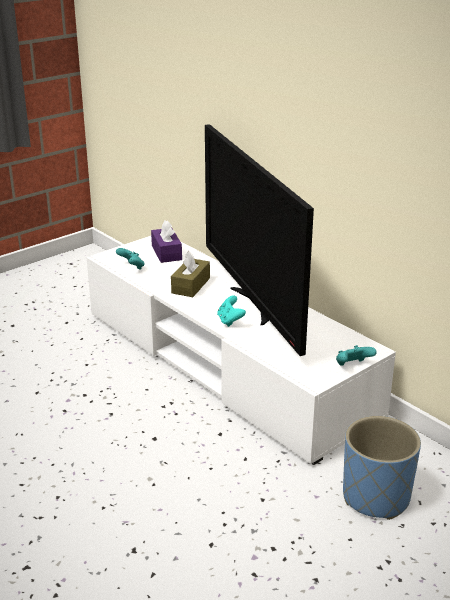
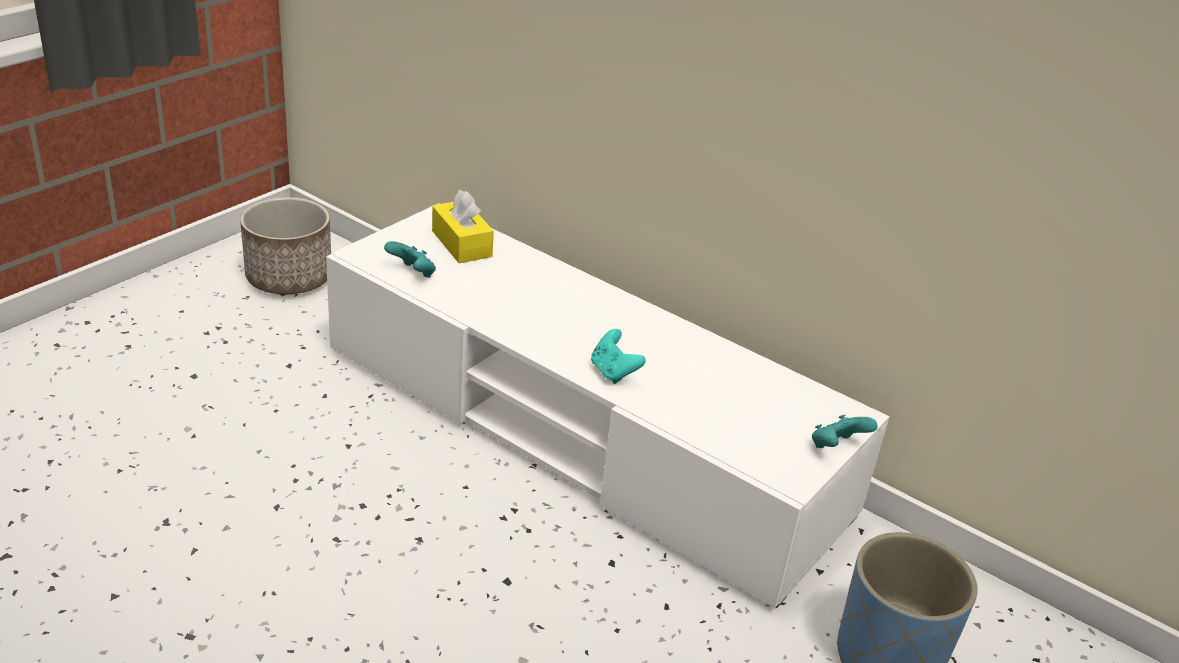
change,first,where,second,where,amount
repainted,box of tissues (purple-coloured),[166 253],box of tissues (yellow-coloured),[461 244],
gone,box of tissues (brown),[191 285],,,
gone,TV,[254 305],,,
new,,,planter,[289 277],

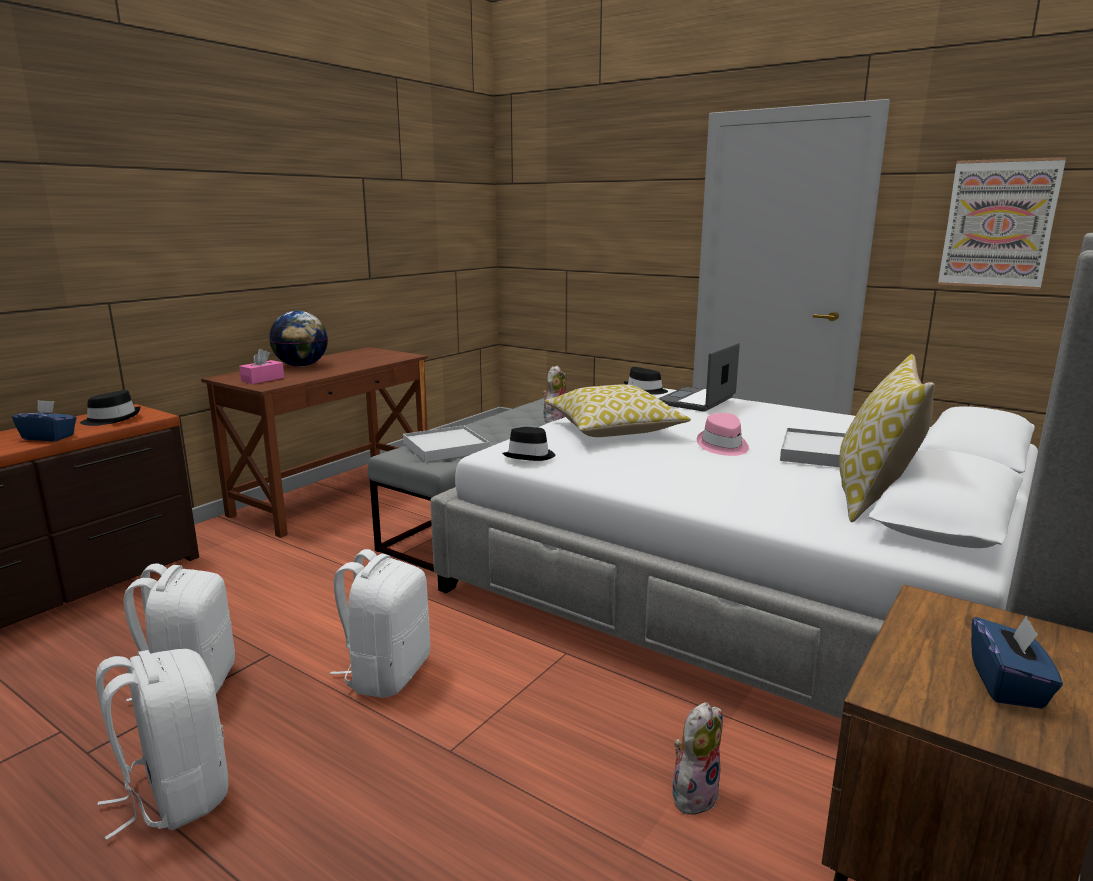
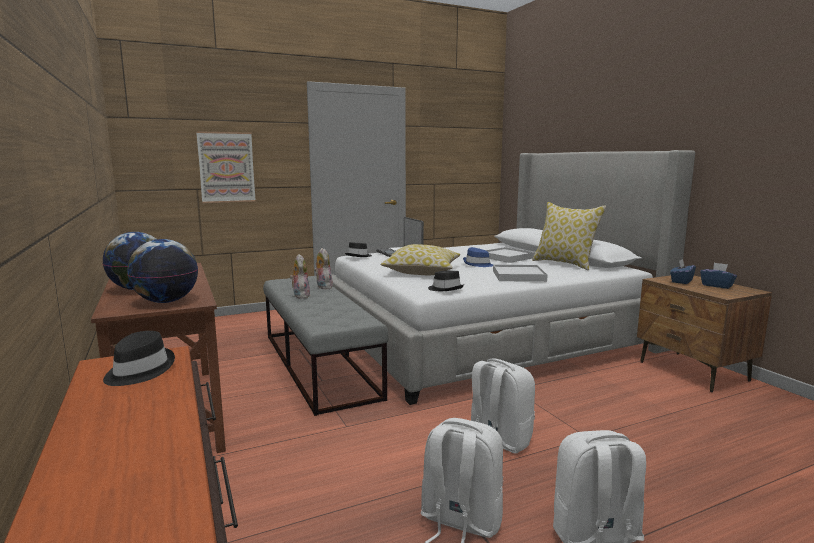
change,first,where,second,where,amount
shifted,box of tissues (blue-coloured),[49 437],,[681 281],
swapped,box of tissues (pink-coloured),[263 379],desk globe,[166 301],
shifted,carrying tray (white-coloured),[445 447],,[519 276],
shifted,cuddly toy,[693 793],,[300 295],
repainted,clothing hat (pink-coloured),[722 446],clothing hat (blue-coloured),[478 264],
shifted,wall picture,[998 224],,[226 167],

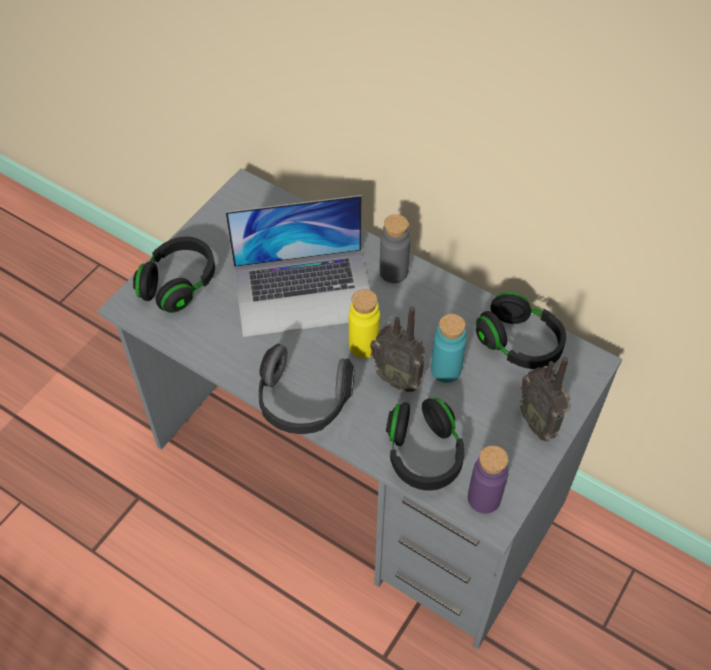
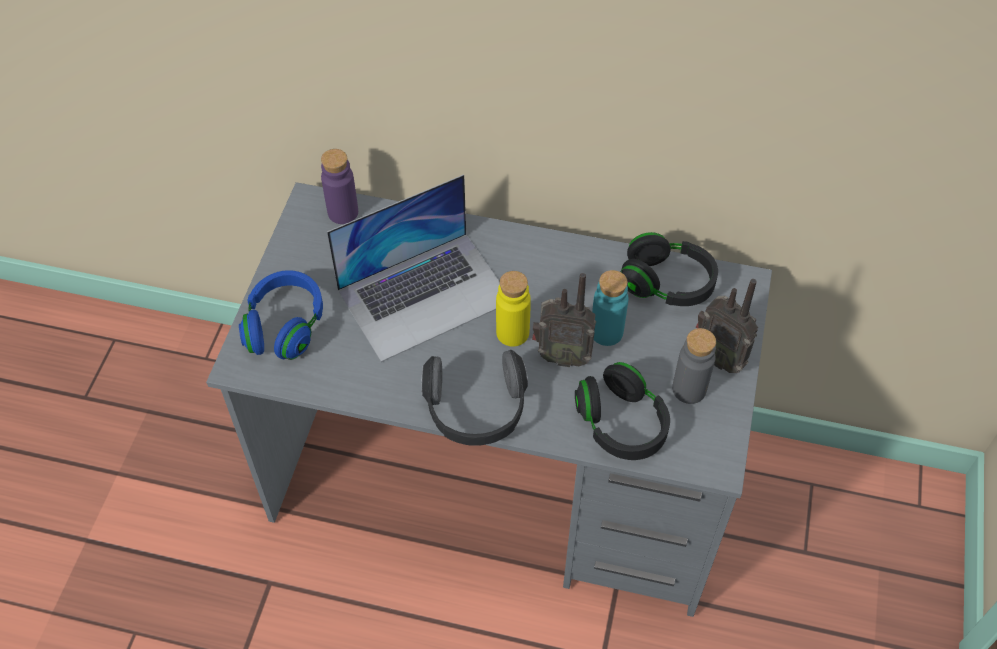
change,first,where,second,where,amount
repainted,headset (blackish),[179 284],headset (blue-coloured),[285 326],
shifted,drink bottle (gray),[393 272],,[689 389],
shifted,drink bottle (purple-coloured),[484 498],,[343 212],

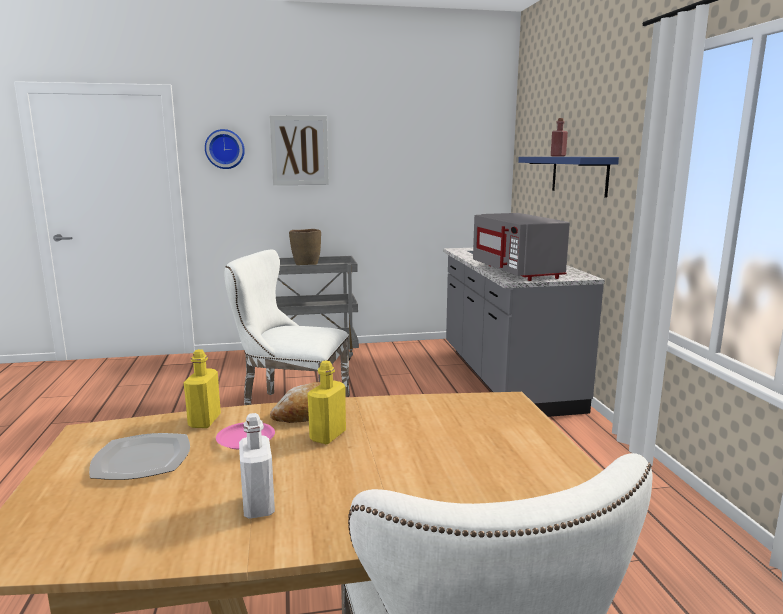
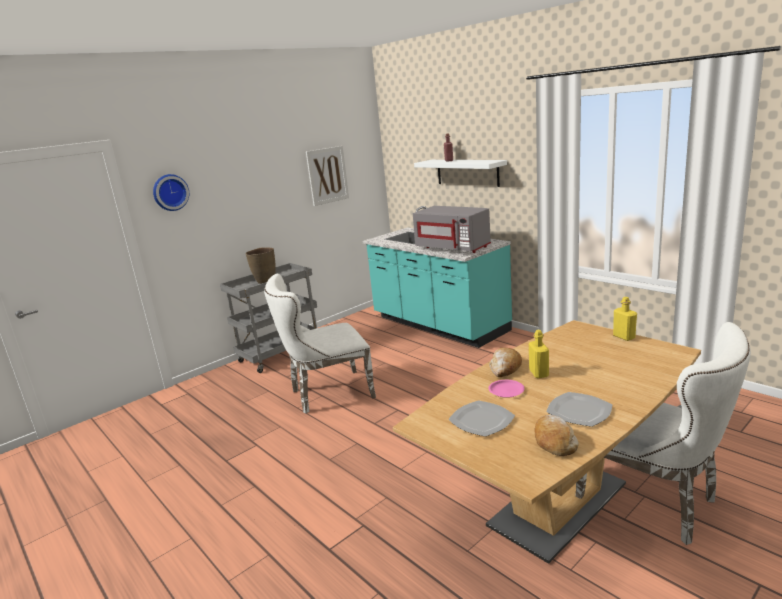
change,first,where,second,where,amount
shifted,drink bottle (yellow-coloured),[204 421],,[624 337],
swapped,drink bottle (white-coloured),[258 506],dinner plate,[579 411],
shifted,wall picture,[299 150],,[327 175],
repainted,kitchen counter (gray),[506 378],kitchen counter (turquoise),[438 325],
repainted,wall shelf (blue-coloured),[579 175],wall shelf (white-coloured),[467 172],
new,,,bread,[554 441],

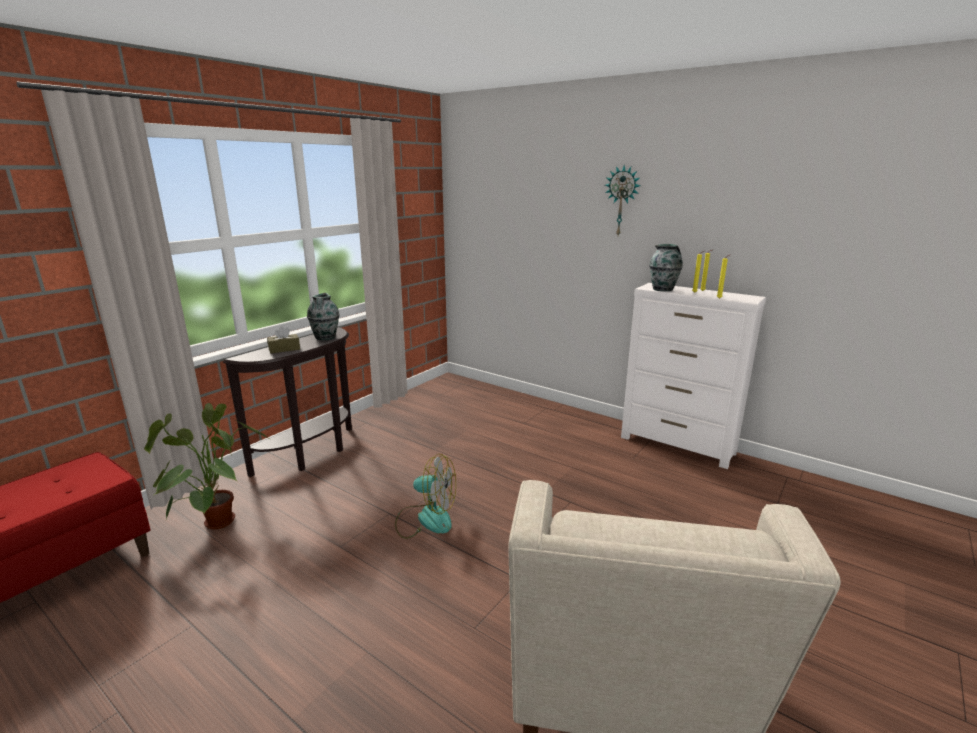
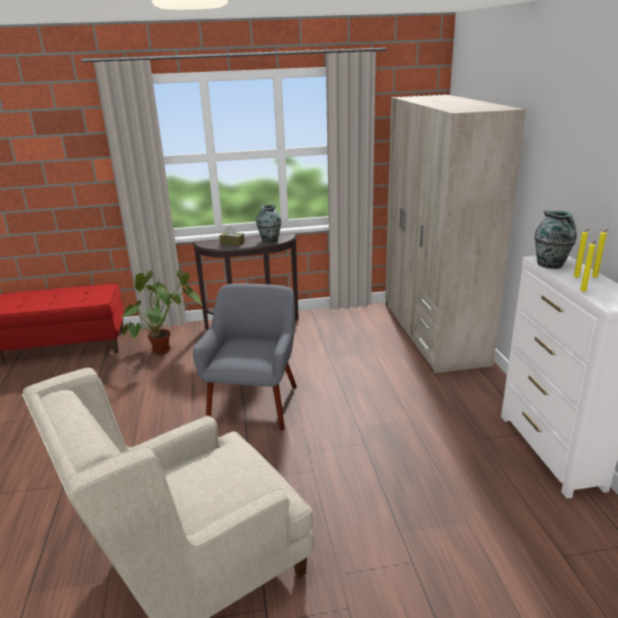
change,first,where,second,where,amount
swapped,cooling fan,[426 519],easy chair (gray),[255 402],
gone,wall clock,[622 201],,,
new,,,armoire (beige-coloured),[433 332],

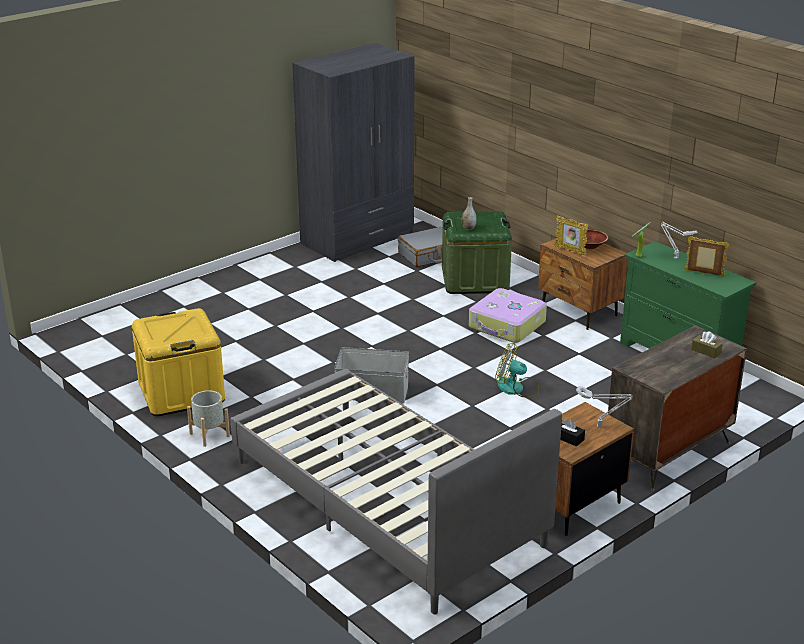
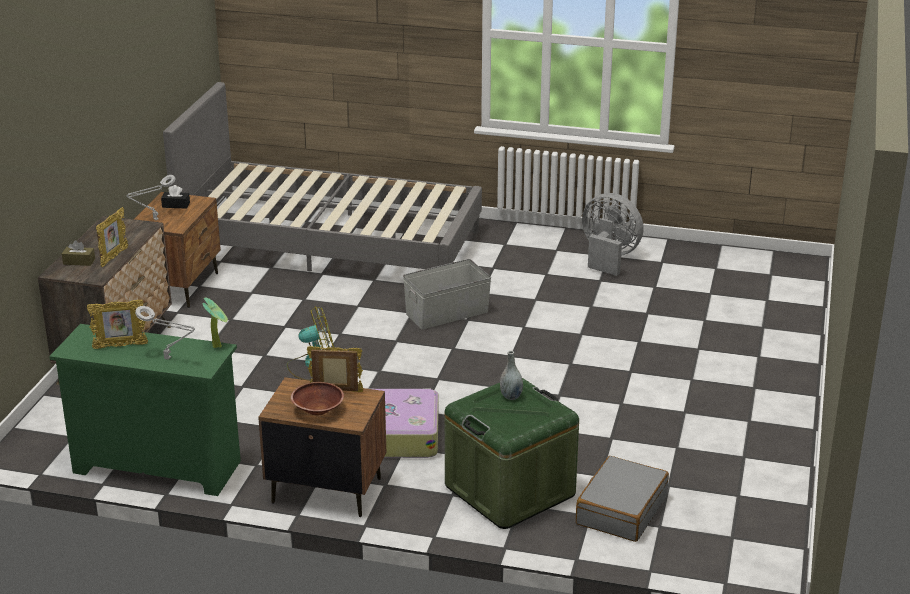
change,first,where,second,where,amount
swapped,storage bin (yellow-coloured),[181 392],cooling fan (gray),[608 257],
gone,planter (gray),[210 434],,,
gone,armoire (gray),[358 238],,,
new,,,standing frame,[114 257],

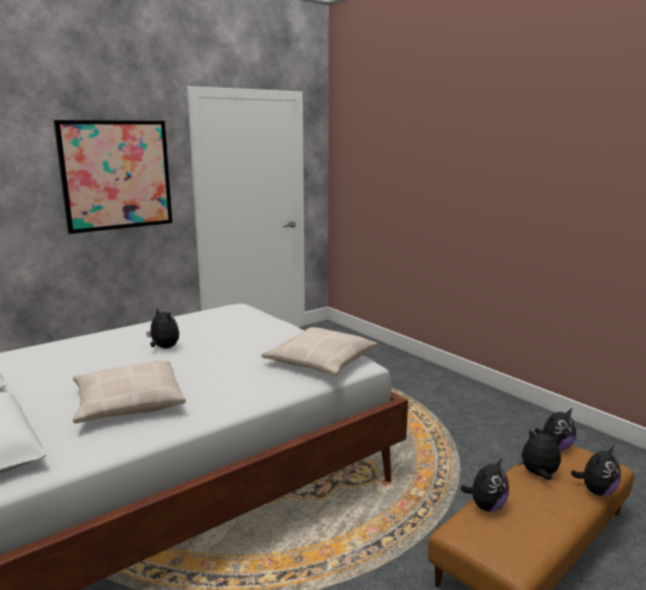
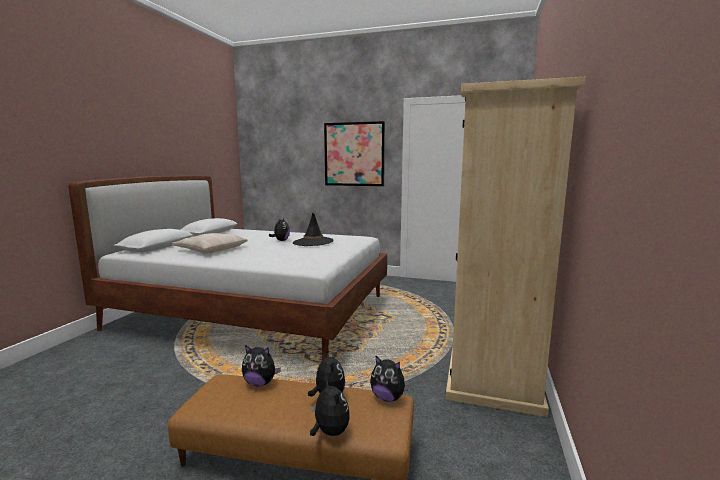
change,first,where,second,where,amount
gone,throw pillow (beige-coloured),[320 362],,,
rotated,cuddly toy,[596 491],,[329 432],135 degrees counterclockwise
new,,,clothing hat (blackish),[313 242],
new,,,armoire (beige-coloured),[491 349],

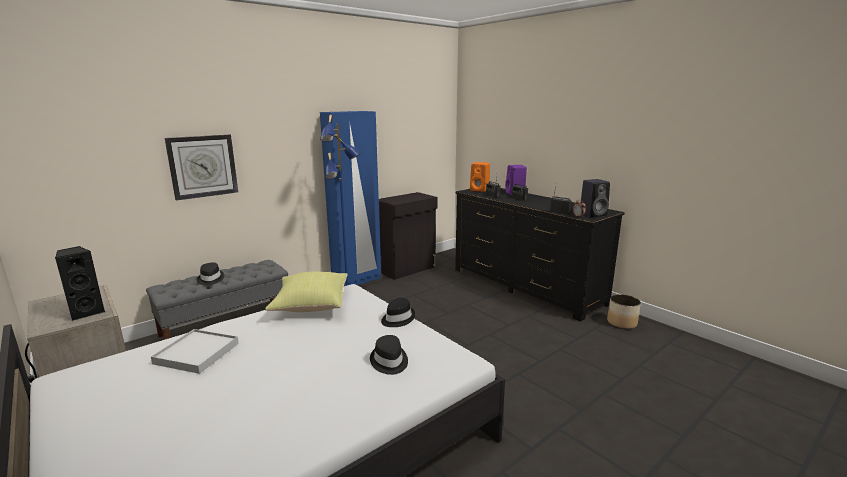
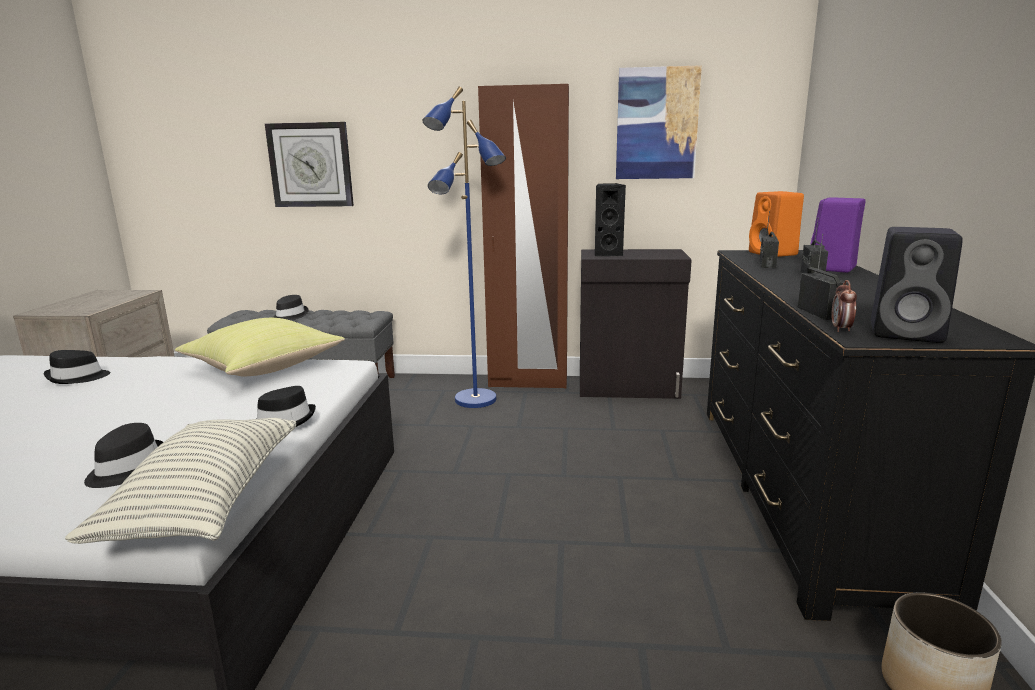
change,first,where,second,where,amount
shifted,speaker (blackish),[87 312],,[607 254],
swapped,carrying tray (white-coloured),[197 353],clothing hat (blackish),[77 377],
repainted,armoire (blue-coloured),[357 281],armoire (brown),[528 382],
new,,,throw pillow,[206 501],
new,,,wall picture,[657 124],

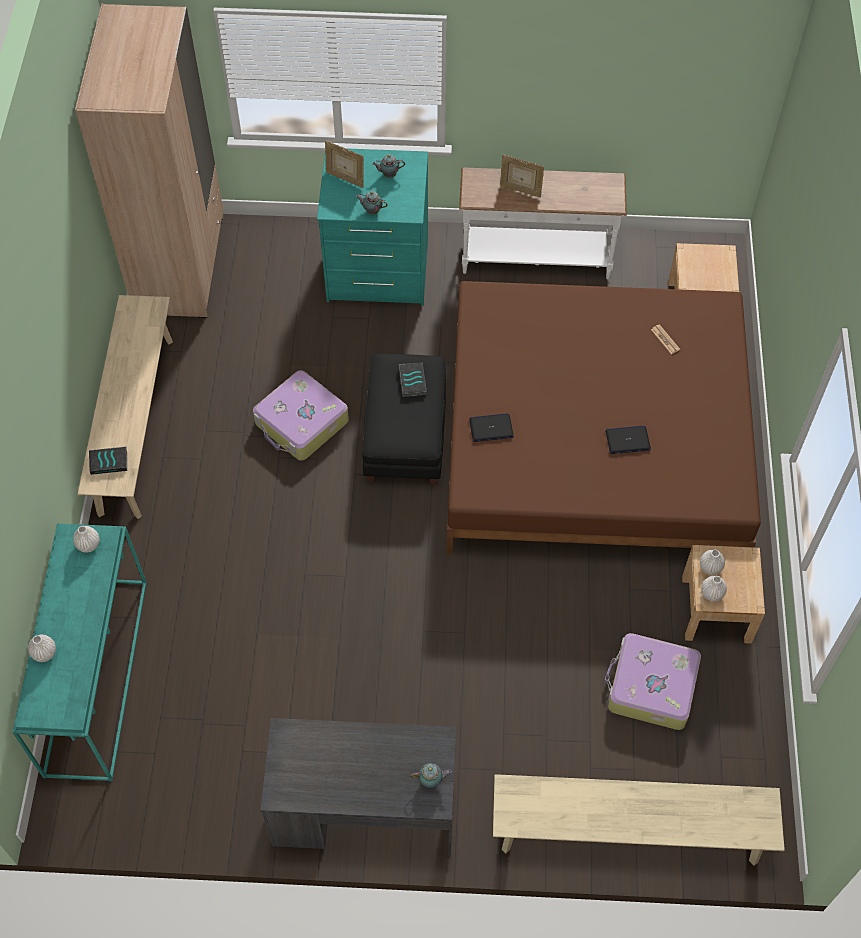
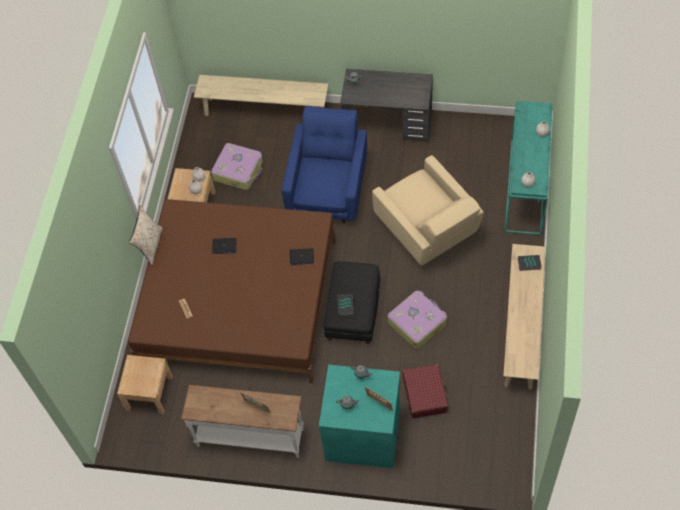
change,first,where,second,where,amount
gone,armoire (beige-coloured),[180 265],,,
new,,,throw pillow (beige-coloured),[150 246],
new,,,easy chair (blue-coloured),[328 189],
new,,,easy chair (beige-coloured),[427 231],
new,,,piece of luggage (red),[425 394],

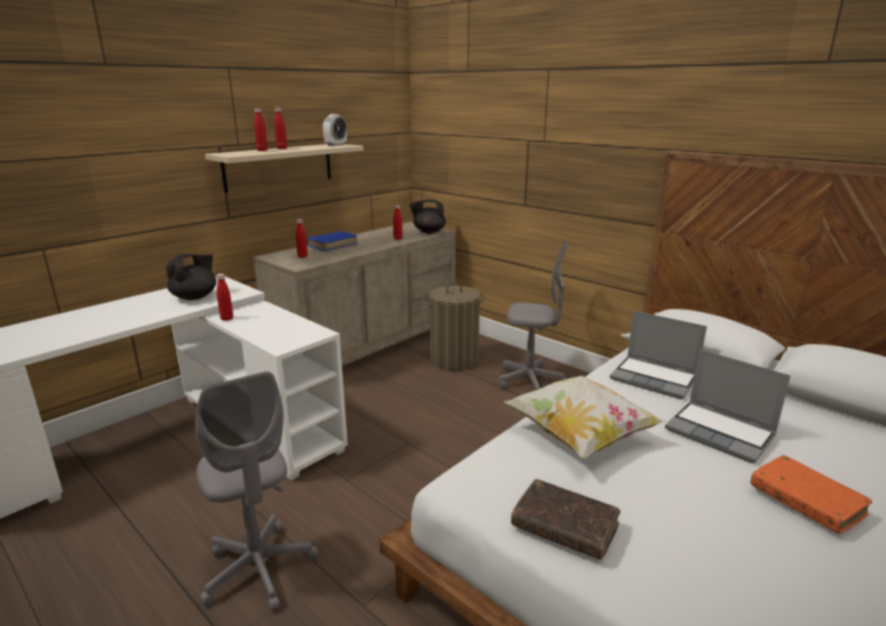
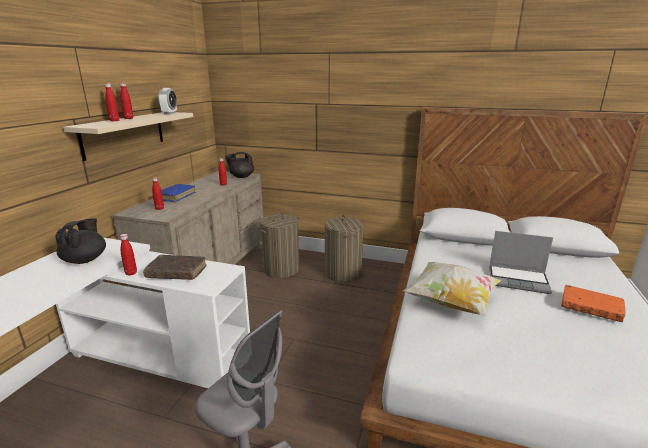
change,first,where,second,where,amount
swapped,desk chair (gray),[530 381],hamper,[343 273],
shifted,book (brown),[564 527],,[176 273],
gone,notebook computer,[655 378],,,

